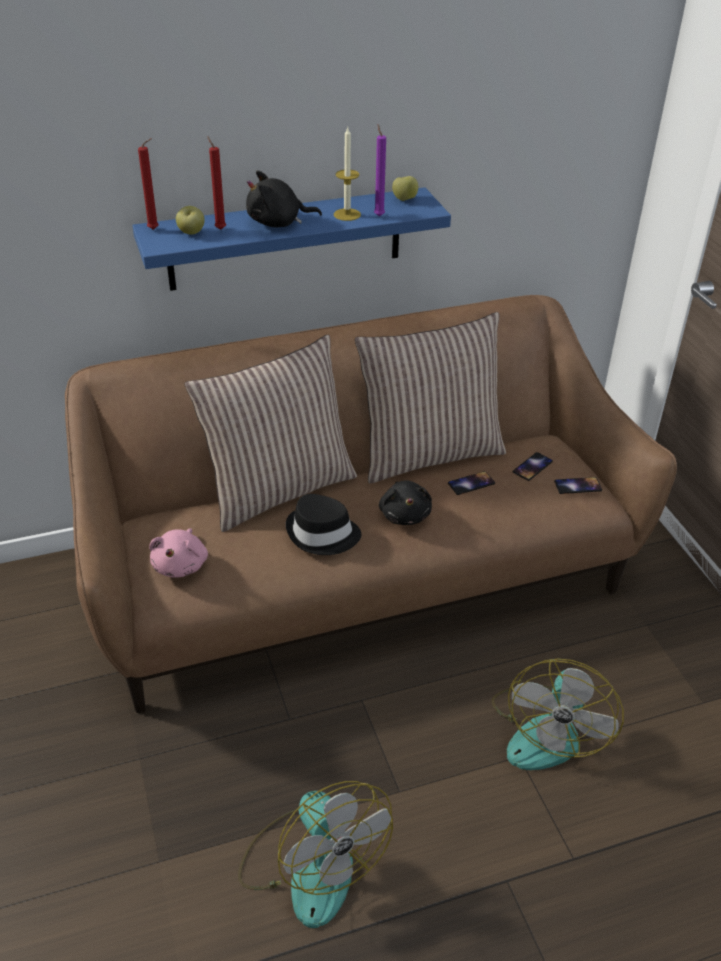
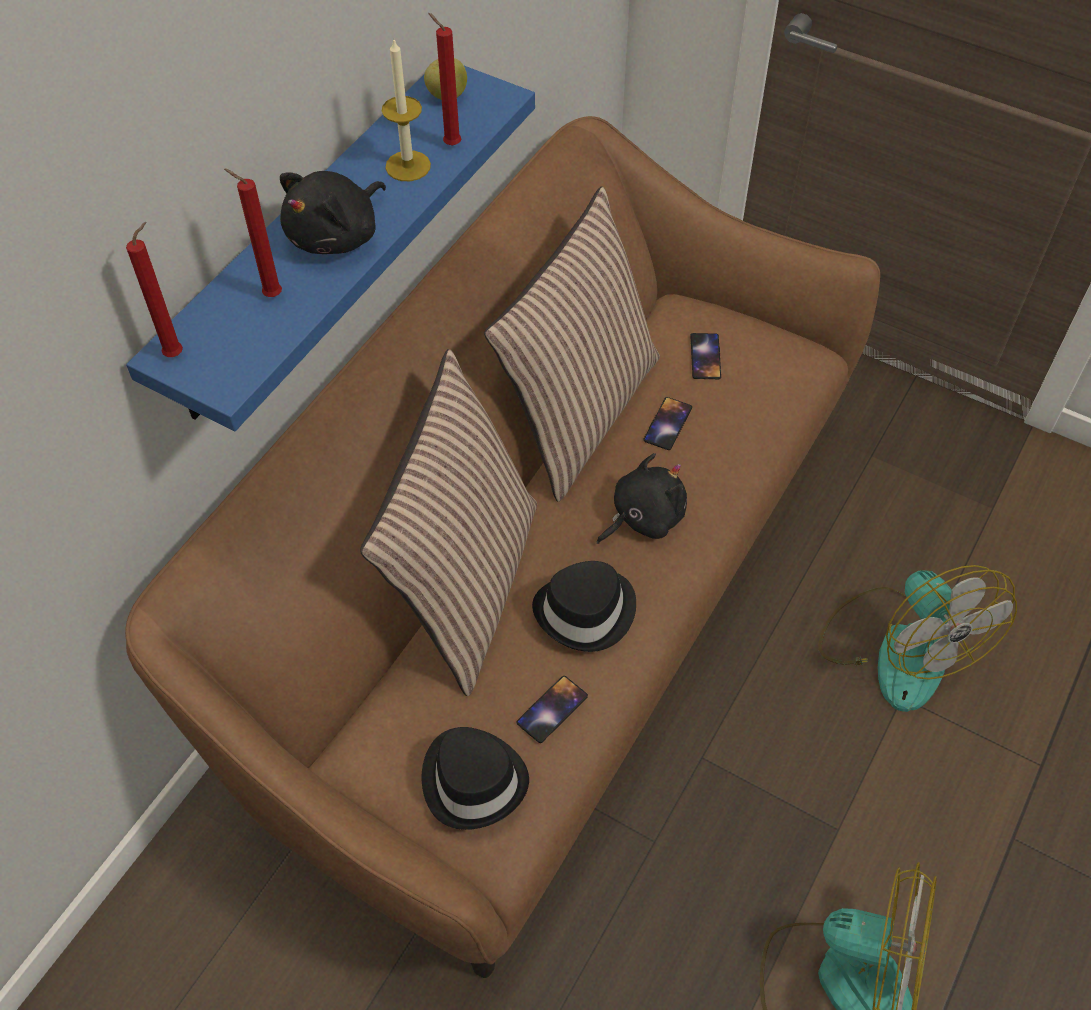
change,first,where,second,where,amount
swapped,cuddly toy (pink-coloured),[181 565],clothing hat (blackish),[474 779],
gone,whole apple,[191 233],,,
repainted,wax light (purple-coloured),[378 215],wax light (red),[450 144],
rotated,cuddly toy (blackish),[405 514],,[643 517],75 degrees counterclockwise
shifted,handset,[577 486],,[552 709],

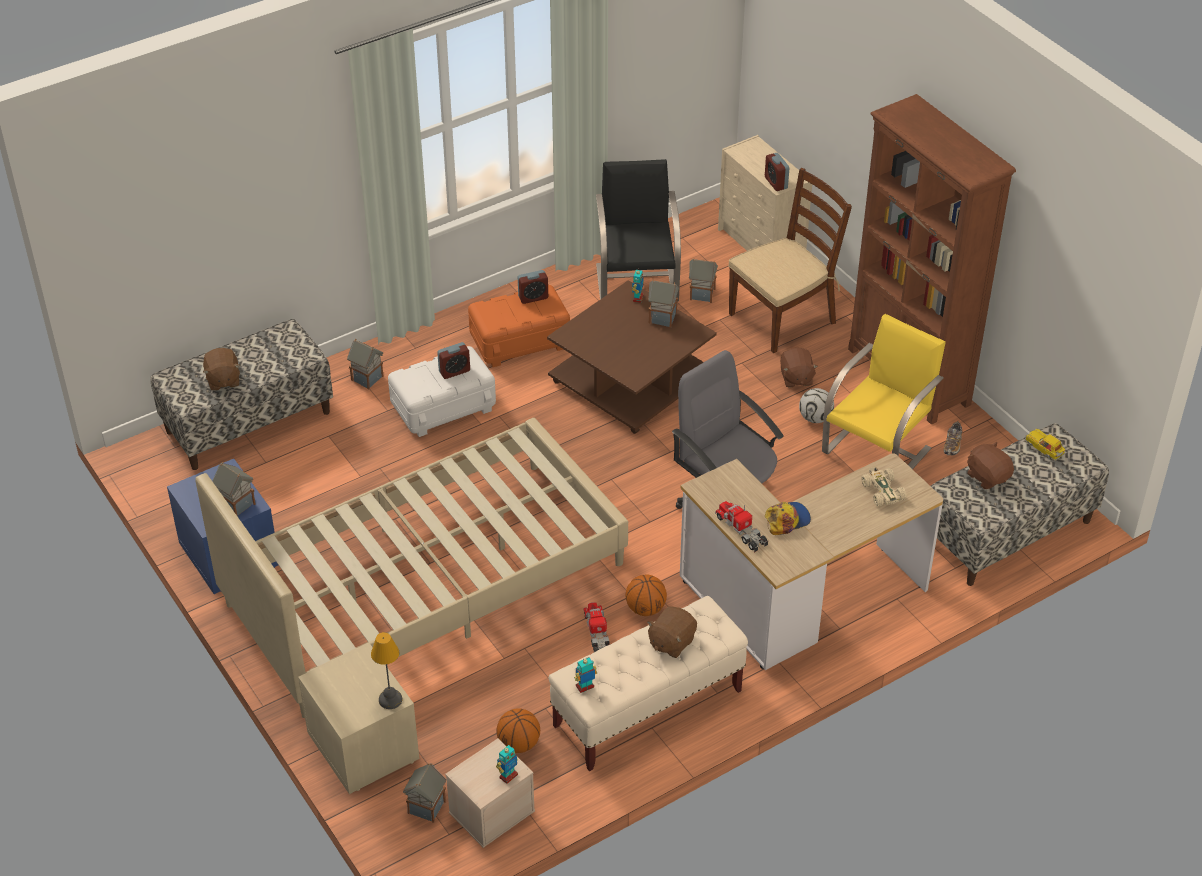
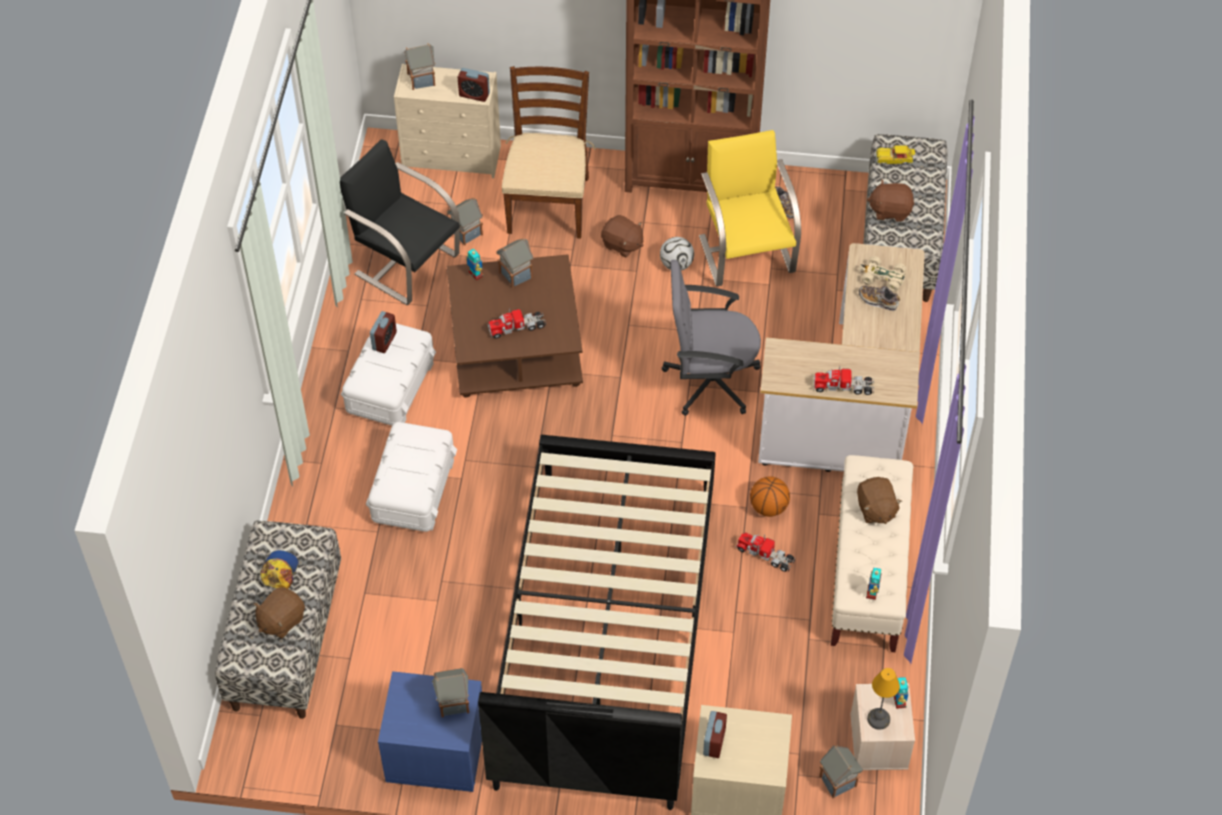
change,first,where,second,where,amount
repainted,sleeping bed (beige-coloured),[425 584],sleeping bed (blackish),[605 634],
rotated,cuddly toy (brown),[223 380],,[281 620],105 degrees clockwise
shifted,model house,[368 378],,[422 79],
shifted,tabletop lamp,[390 699],,[877 719],
shifted,alarm clock,[454 371],,[714 742],
repainted,storage bin (orangey),[519 340],storage bin (white-coloured),[390 386],
gone,basketball ball,[518 744],,,
shifted,baseball cap,[787 520],,[279 572],
new,,,toy lorry,[517 327],
new,,,low shoe,[878 301],

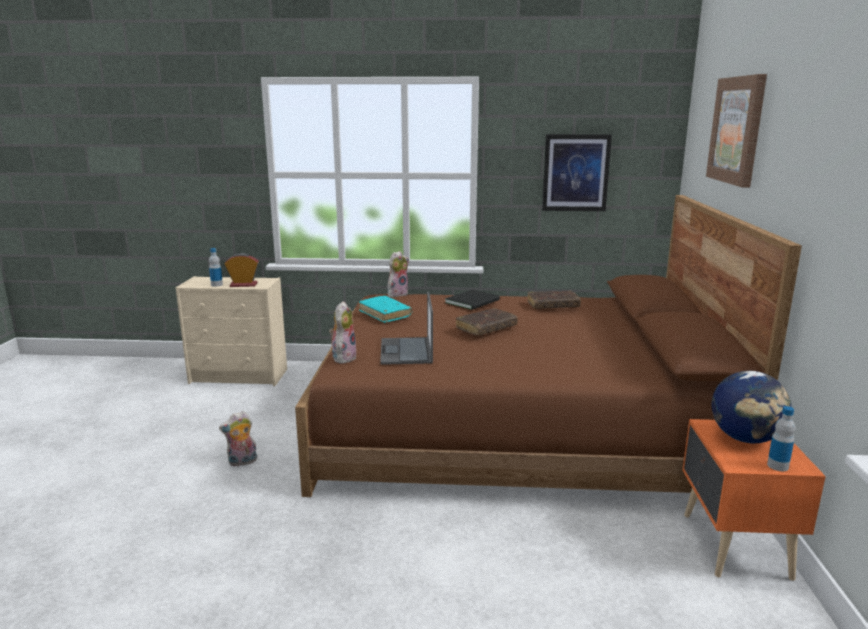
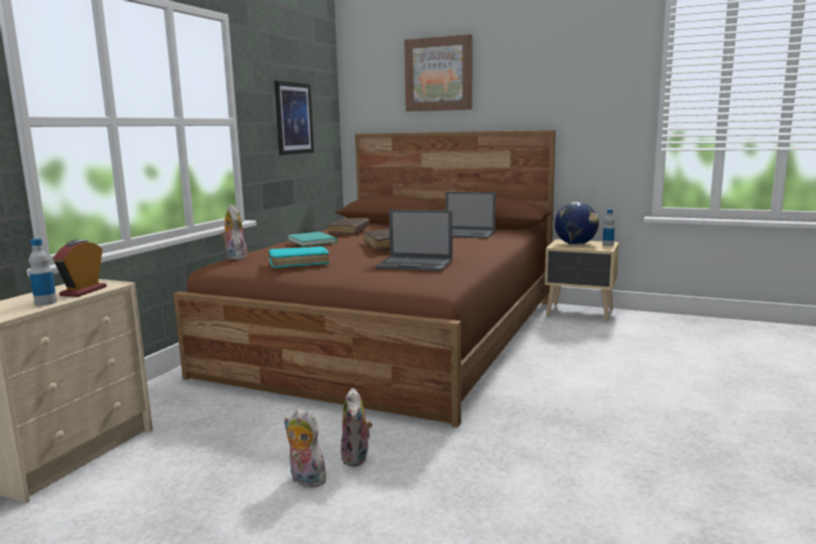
change,first,where,second,where,amount
shifted,cuddly toy,[343 357],,[305 480],
repainted,book (blackish),[474 301],book (turquoise),[312 240],
repainted,bedside table (orangey),[733 546],bedside table (beige-coloured),[580 313],
new,,,notebook computer,[467 234],

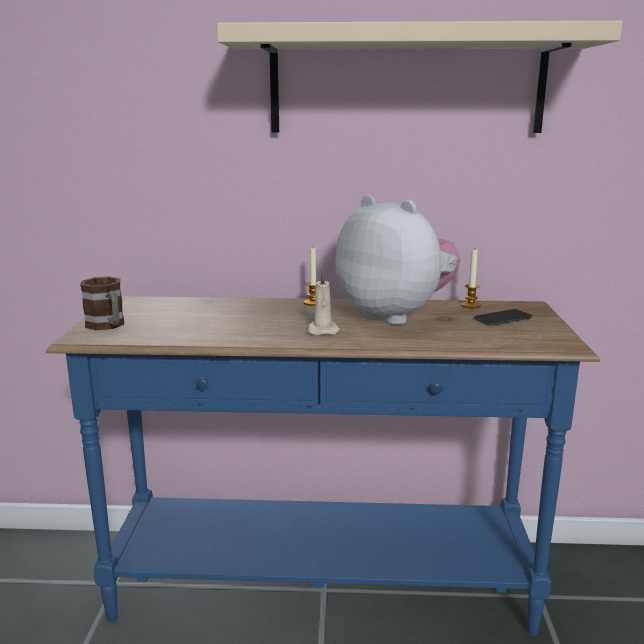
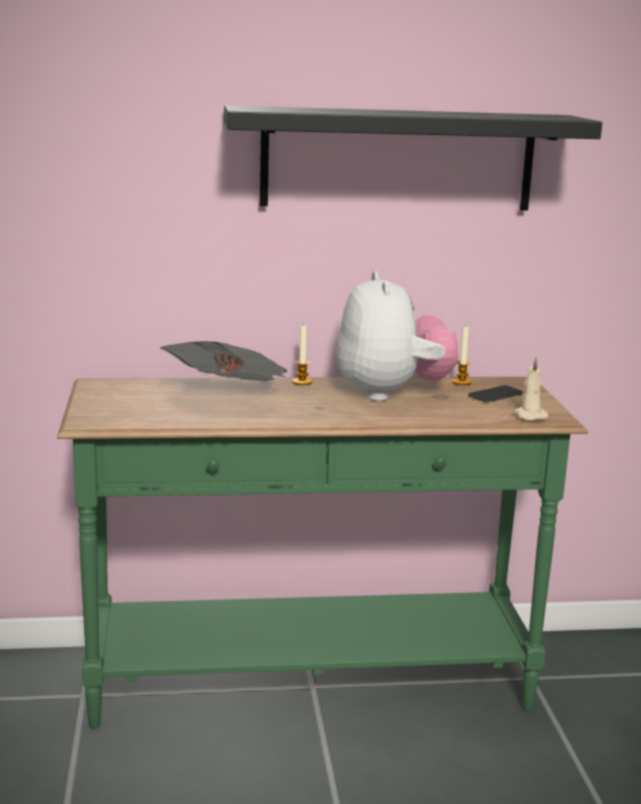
change,first,where,second,where,amount
repainted,narrow table (blue-coloured),[322 587],narrow table (greenish),[310 684],
gone,tea mug,[108 326],,,
repainted,wall shelf (beige-coloured),[406 83],wall shelf (blackish),[398 159],
shifted,wax light (beige-coloured),[322 330],,[529 415],
rotated,cuddly toy,[396 315],,[391 393],45 degrees clockwise
new,,,daily paper,[228 396],

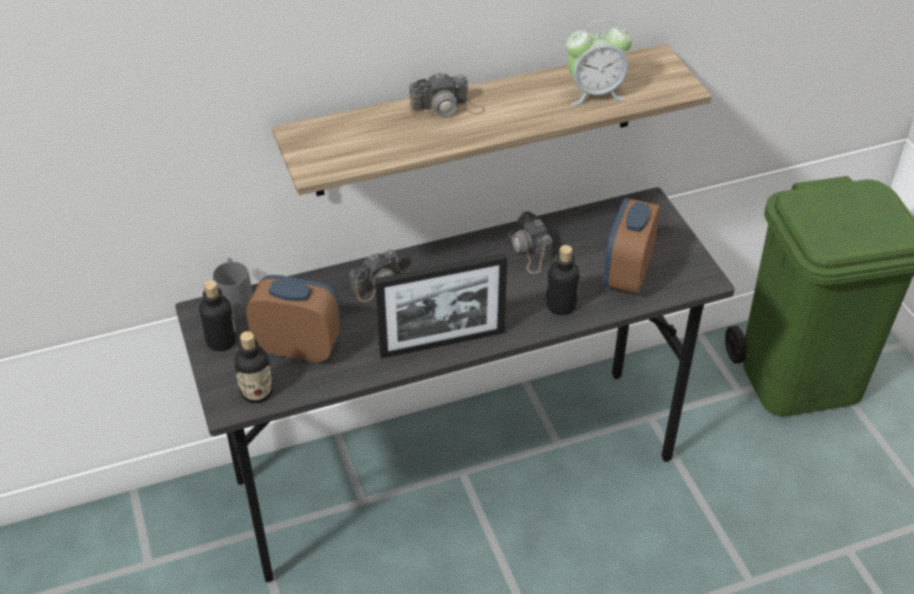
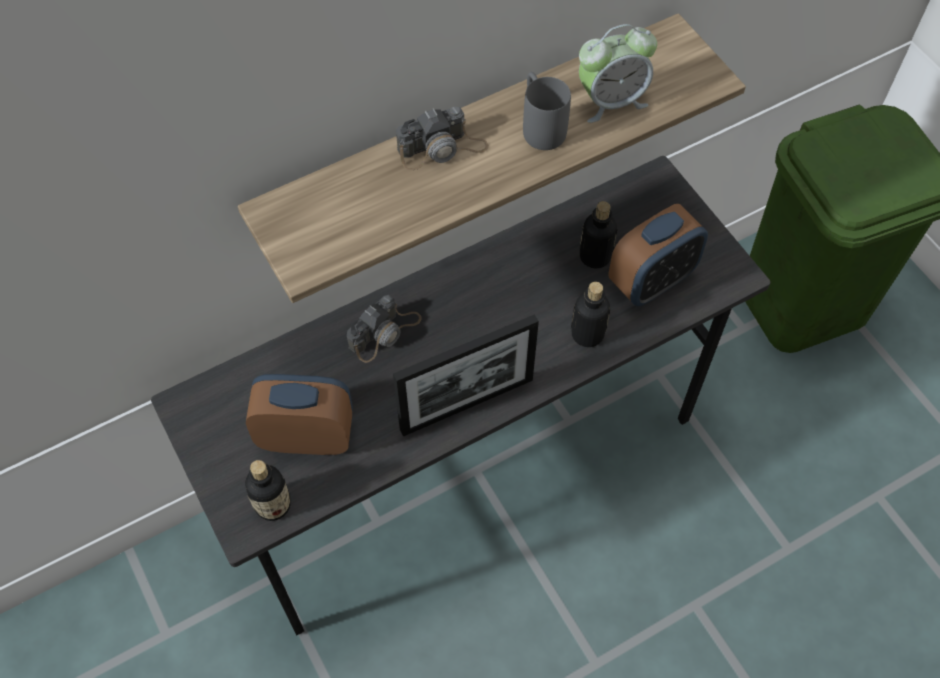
change,first,where,second,where,amount
shifted,drink bottle,[221 341],,[595 256],
shifted,tea mug (gray),[236 300],,[540 126],
gone,photo camera,[529 249],,,
rotated,alarm clock,[627 275],,[651 281],135 degrees counterclockwise

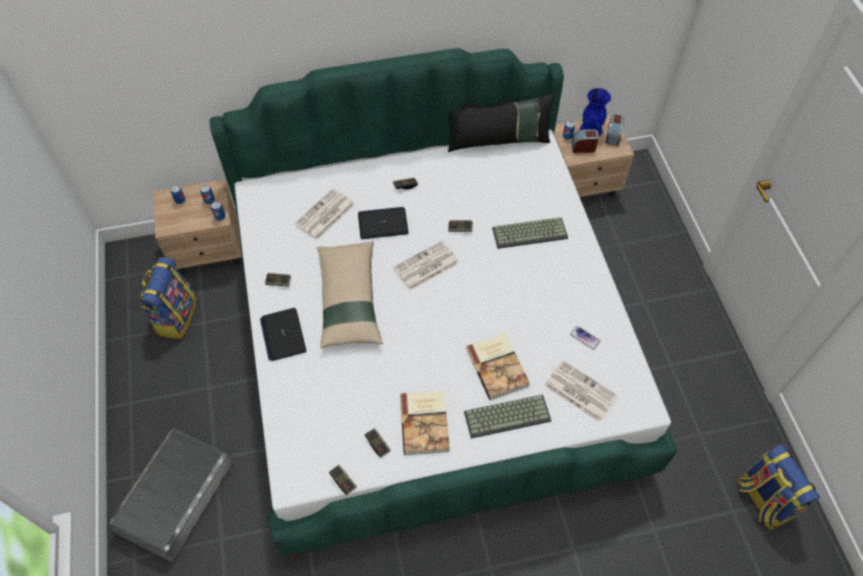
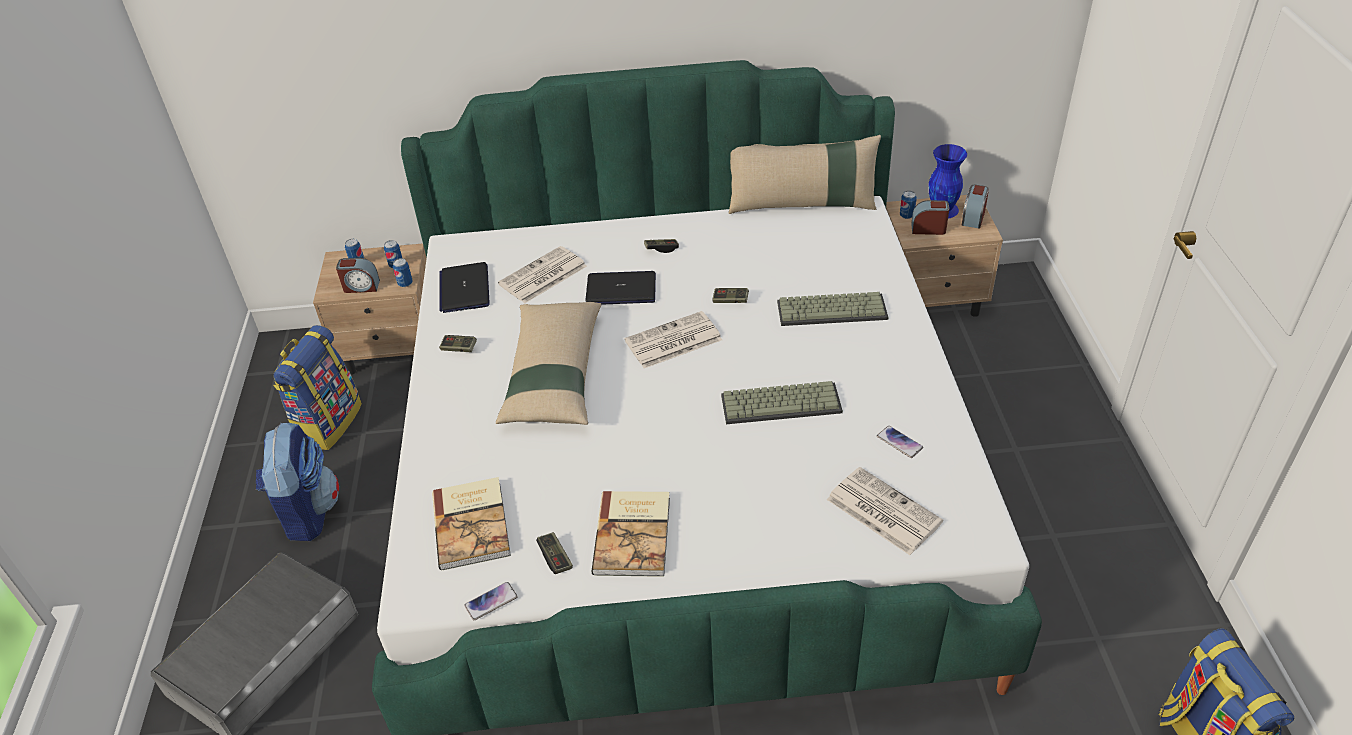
change,first,where,second,where,amount
shifted,notebook computer,[283 335],,[464 289],
swapped,joypad,[343 481],handset,[491 601],
repainted,throw pillow (blackish),[498 140],throw pillow (beige-coloured),[802 205],
shifted,computer keyboard,[507 415],,[782 402],
shifted,book,[498 366],,[473 524],
new,,,knapsack,[307 512],
new,,,alarm clock,[361 286],

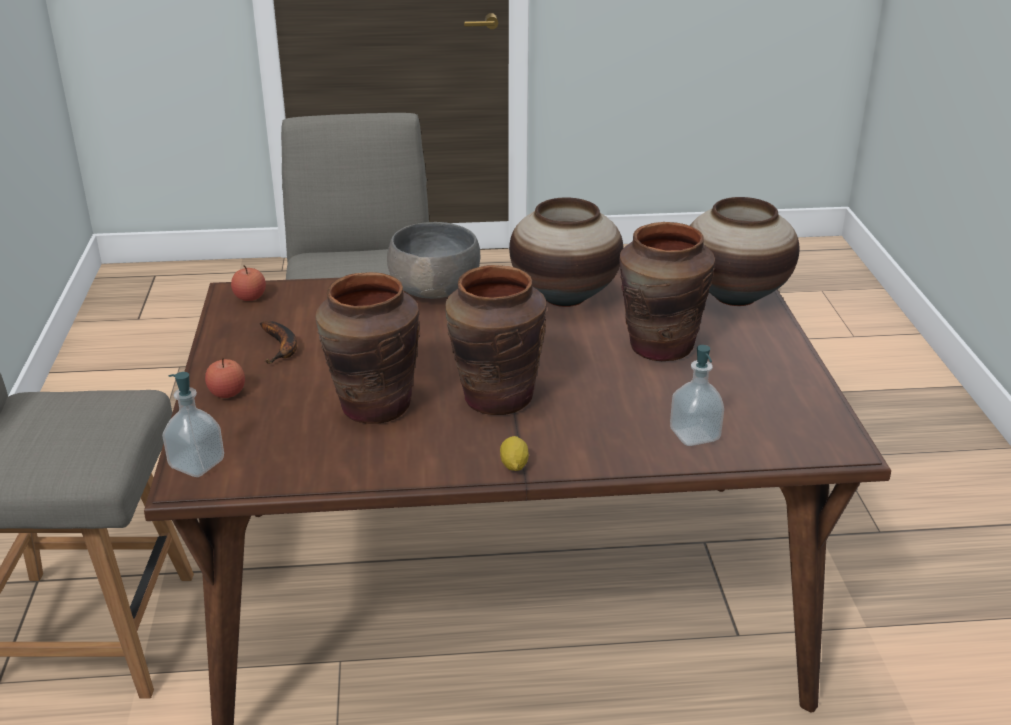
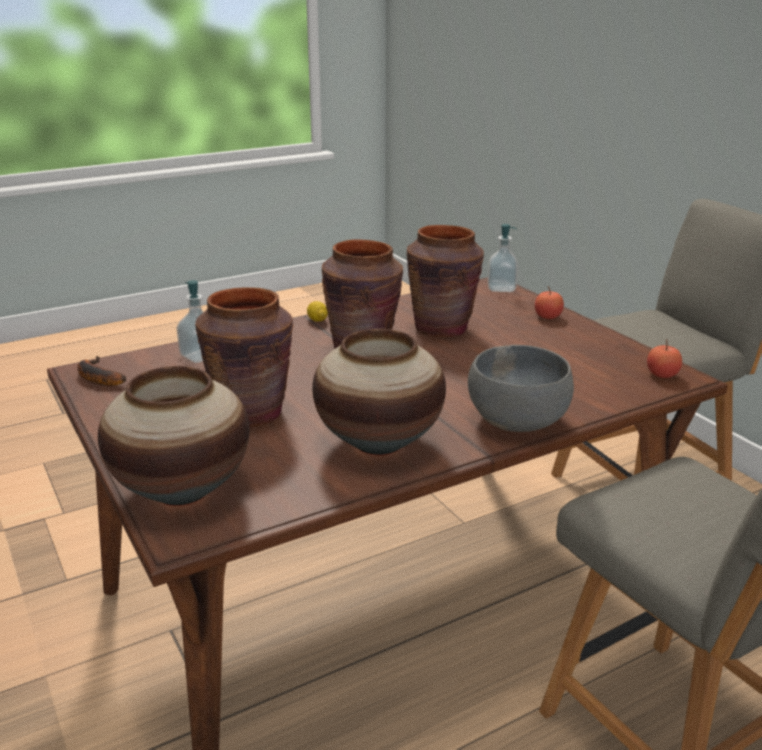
change,first,where,second,where,amount
shifted,banana fruit,[282 347],,[96 378],

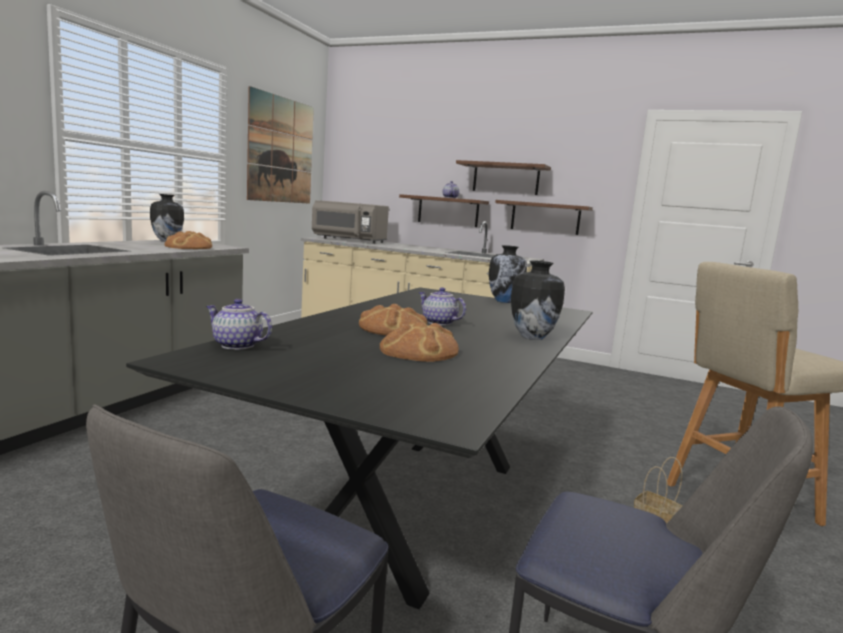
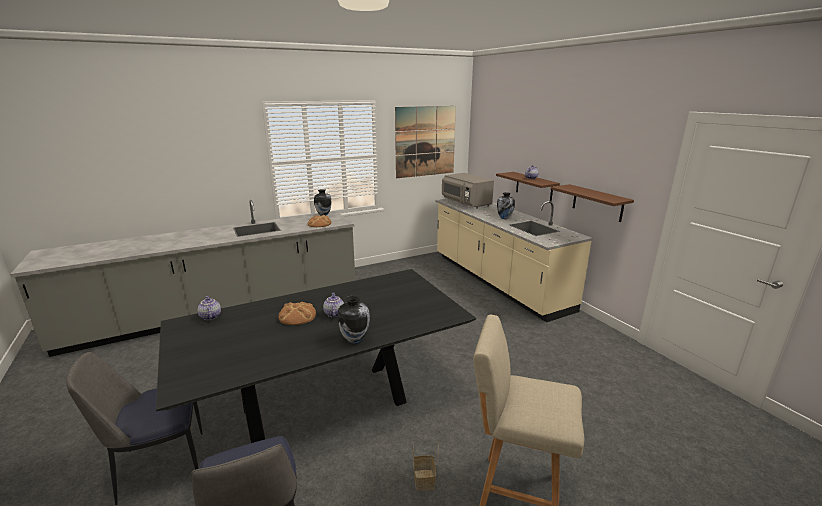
change,first,where,second,where,amount
gone,bread,[418 350],,,
gone,wall shelf (brown),[506 179],,,
shifted,flower vase,[505 301],,[504 218],

